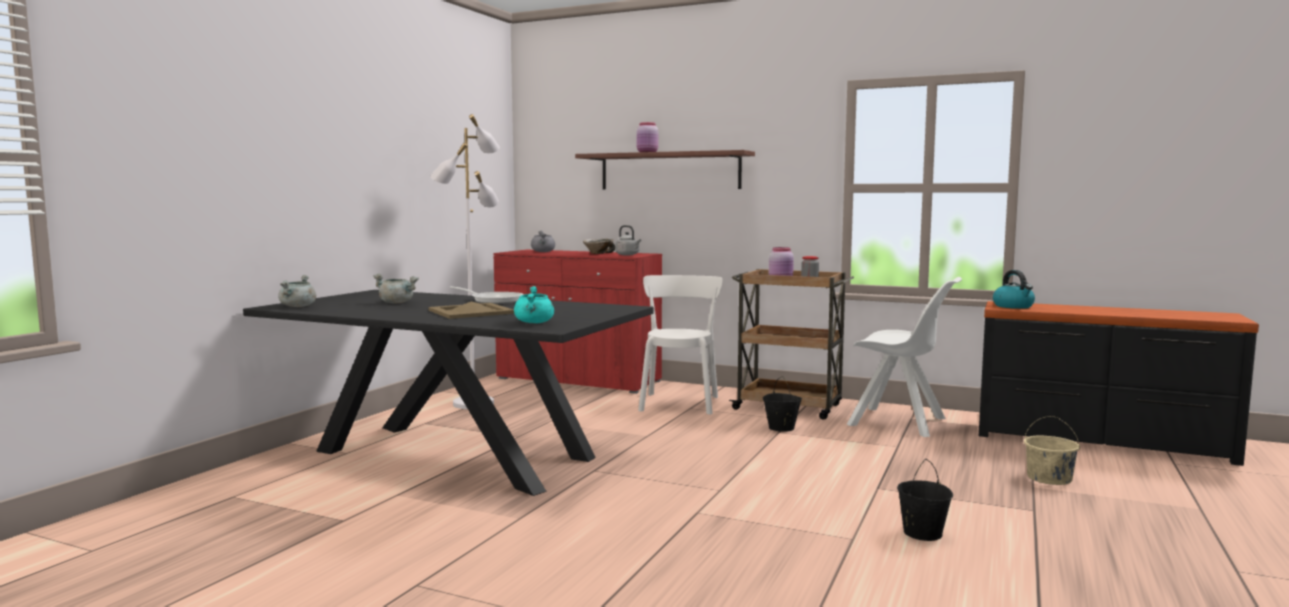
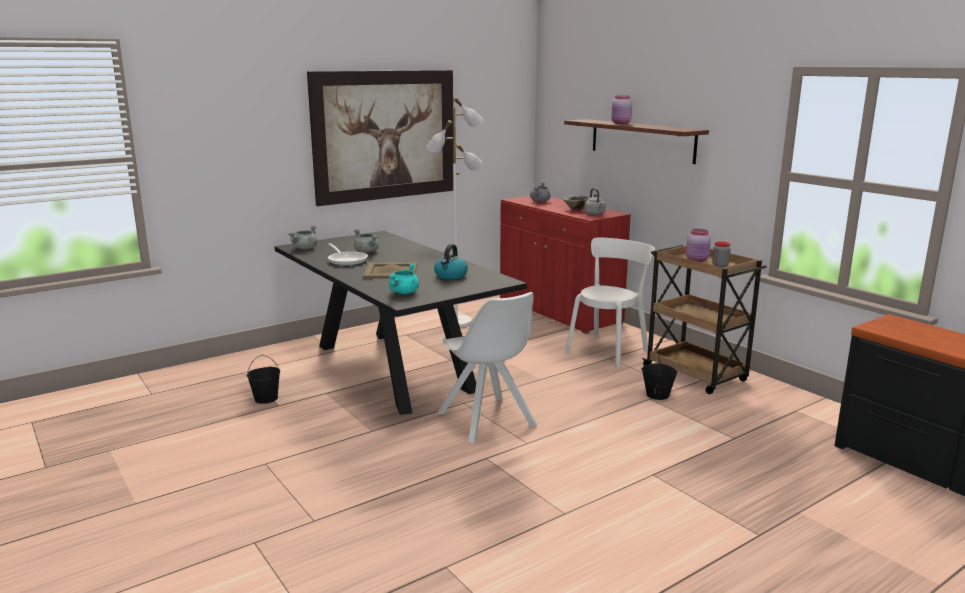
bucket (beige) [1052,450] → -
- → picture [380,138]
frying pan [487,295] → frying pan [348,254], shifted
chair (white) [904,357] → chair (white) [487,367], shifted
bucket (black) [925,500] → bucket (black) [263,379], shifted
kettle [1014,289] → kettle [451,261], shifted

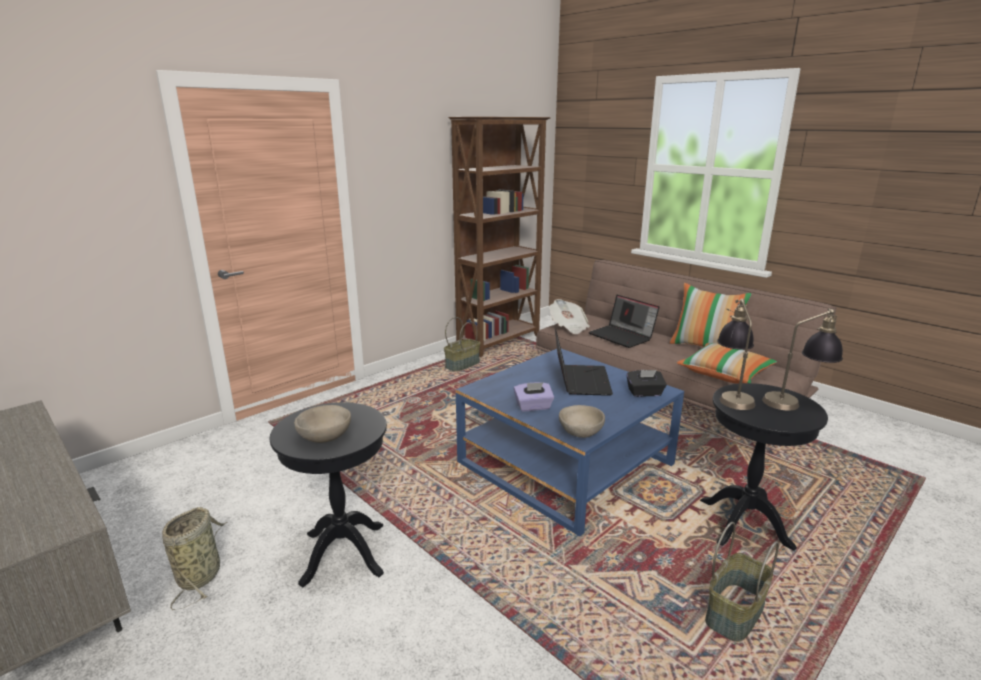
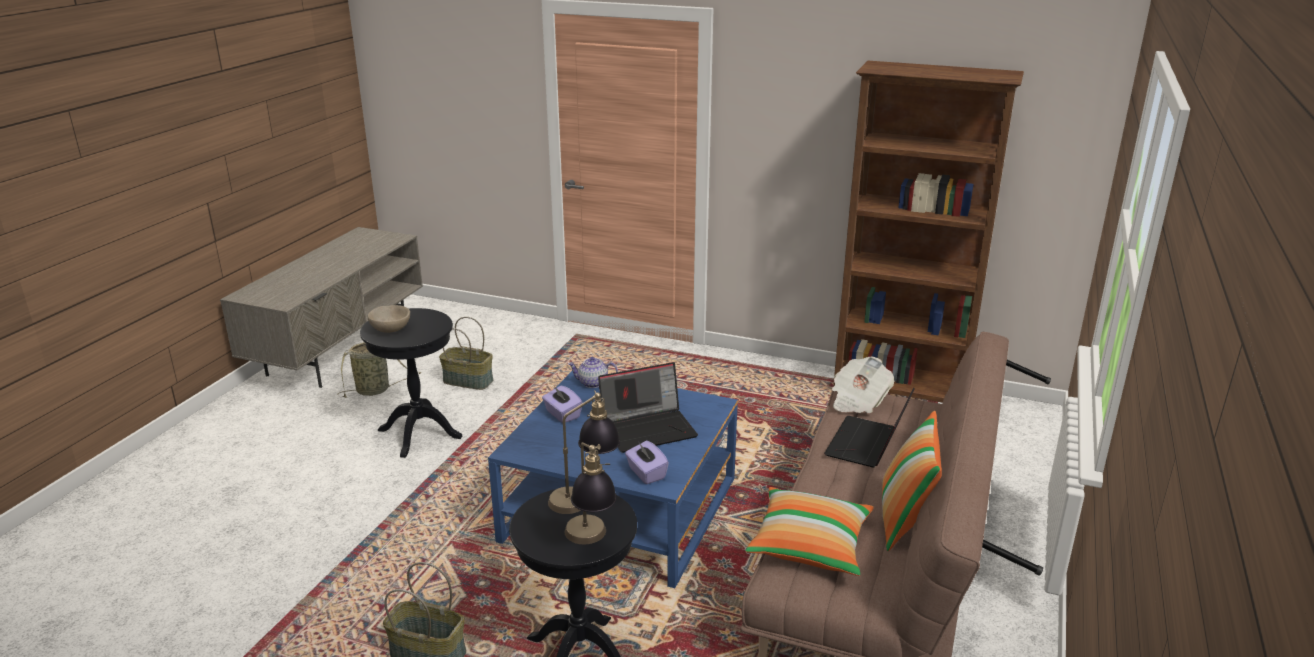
bowl (beige) [582,421] → -
- → teapot [593,372]
basket [462,344] → basket [466,353], shifted
tissue box (black) [647,383] → tissue box (purple) [647,462]

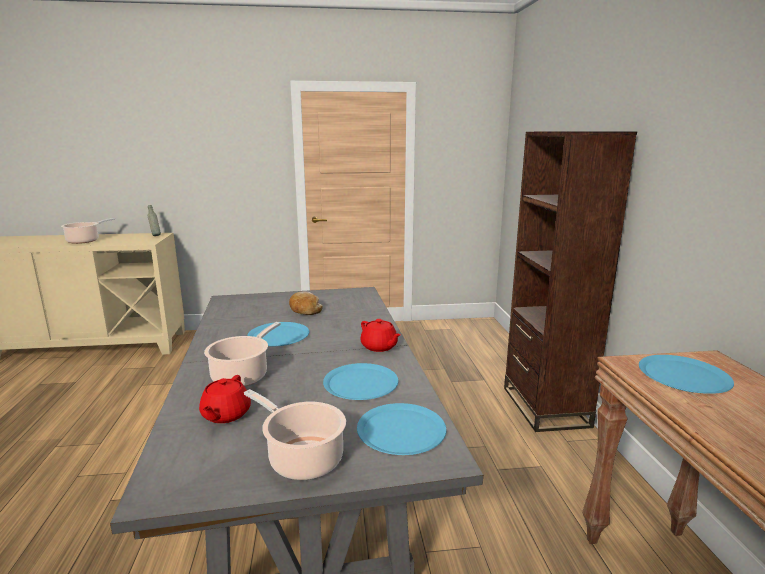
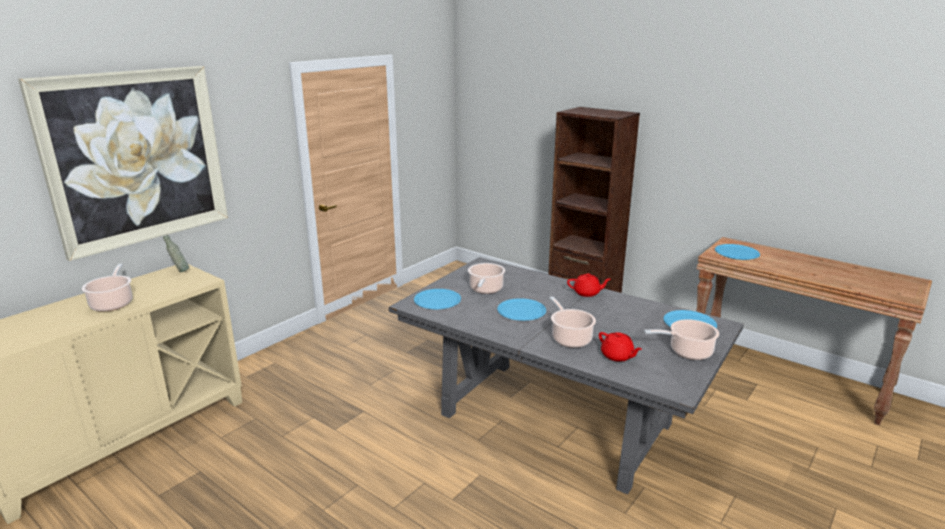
- → picture [123,163]
plate (blue) [361,381] → plate (blue) [437,299], shifted
bread [306,303] → cooking pot [486,278]

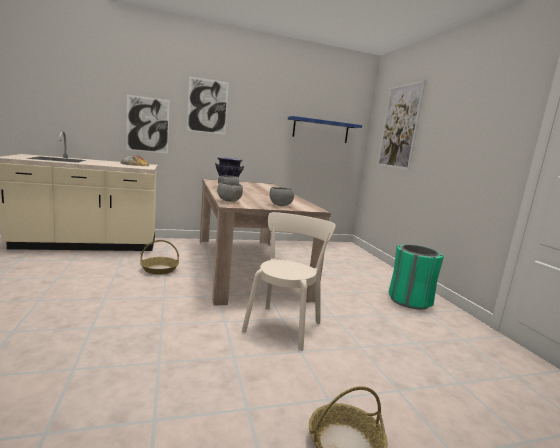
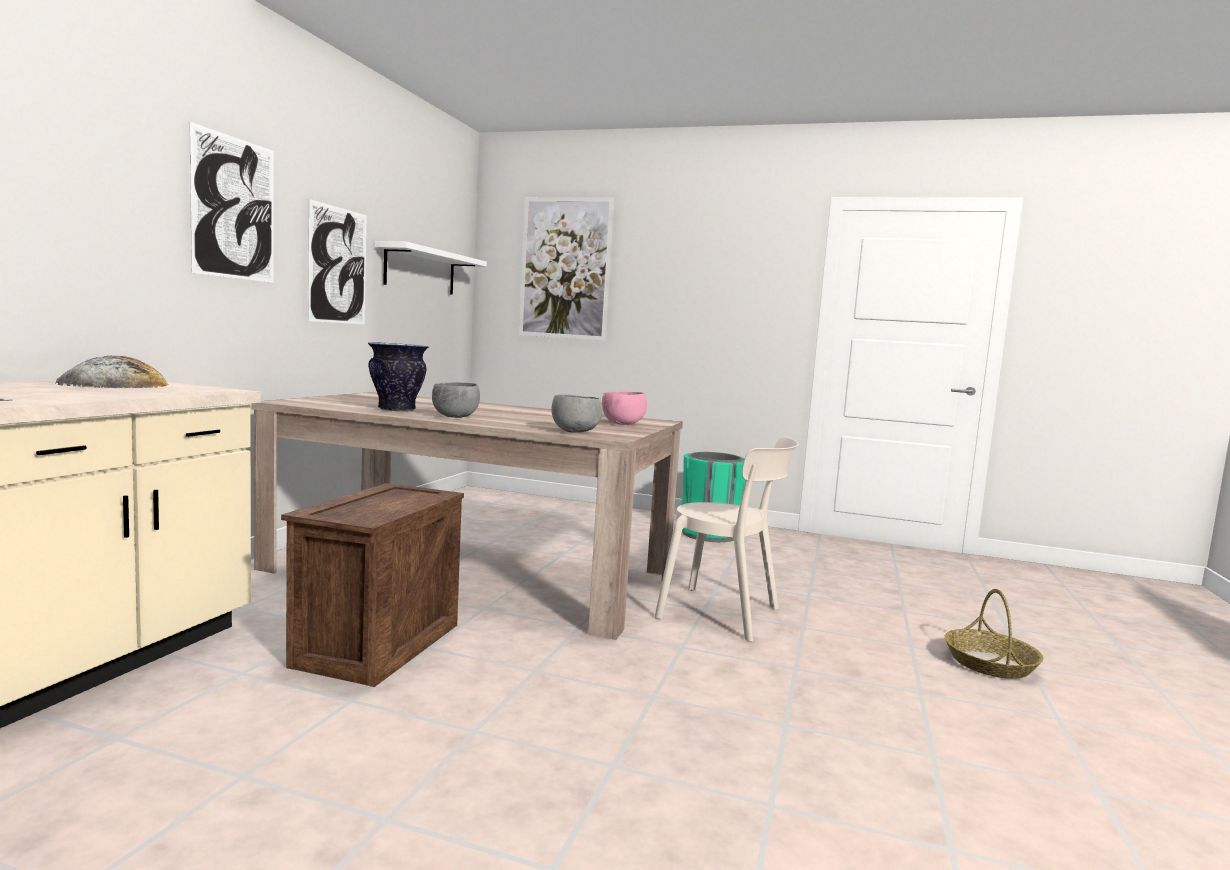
picture [148,124] → picture [337,261], shifted
basket [160,257] → crate [372,585]
bowl (grey) [282,196] → bowl (pink) [624,408]
shelf (blue) [325,129] → shelf (white) [431,268]
chair (beige) [289,281] → chair (beige) [726,539], 150 degrees clockwise

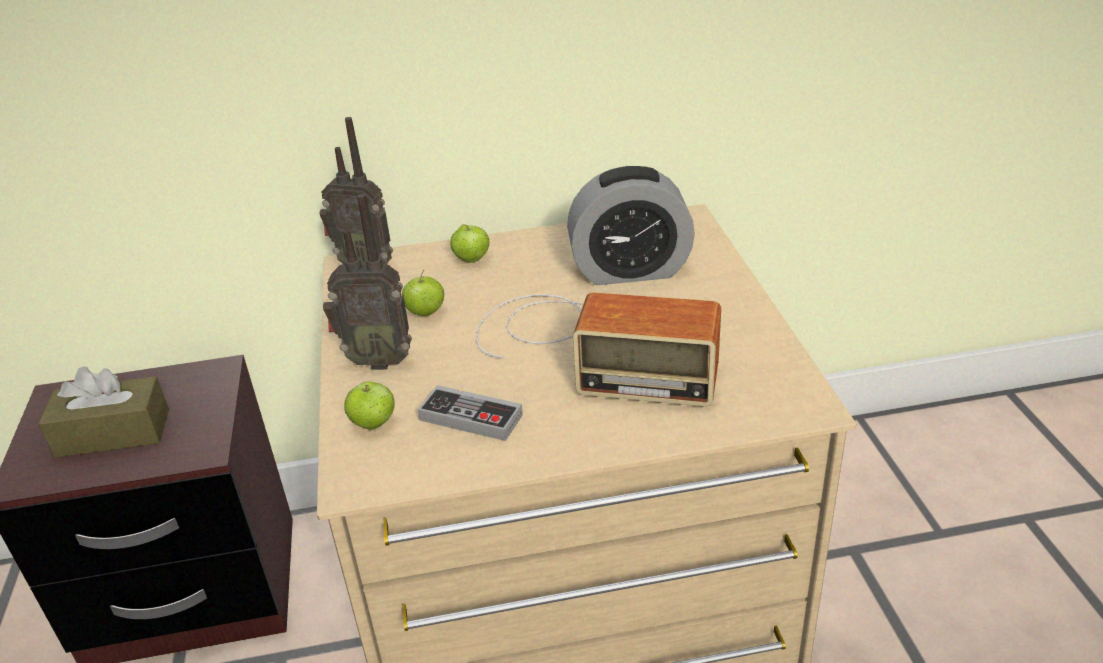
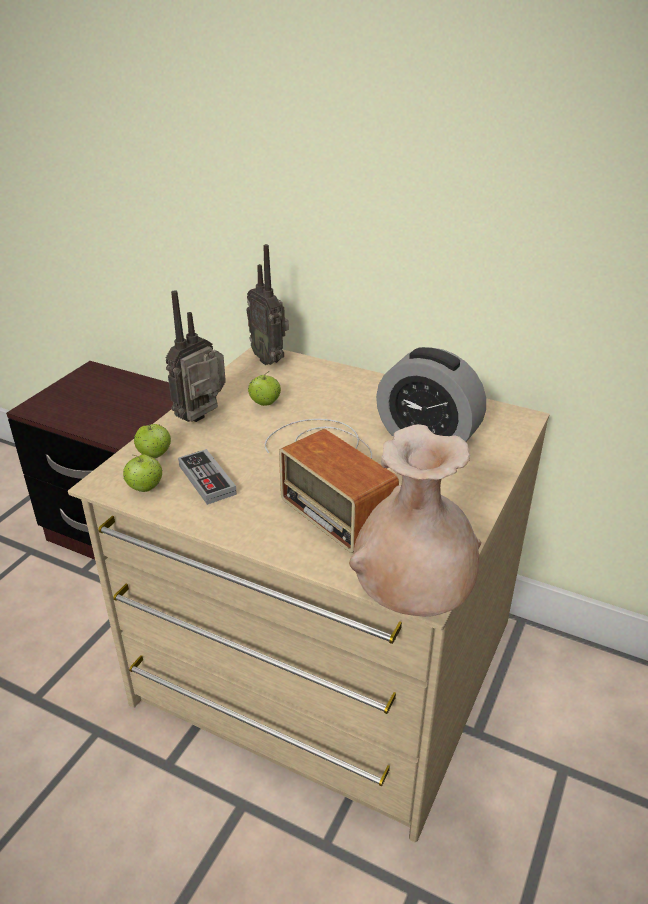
tissue box (brown) [103,412] → -
- → vase (beige) [415,520]
apple [469,244] → apple [143,473], shifted
radio [367,282] → radio [196,356], 90 degrees clockwise

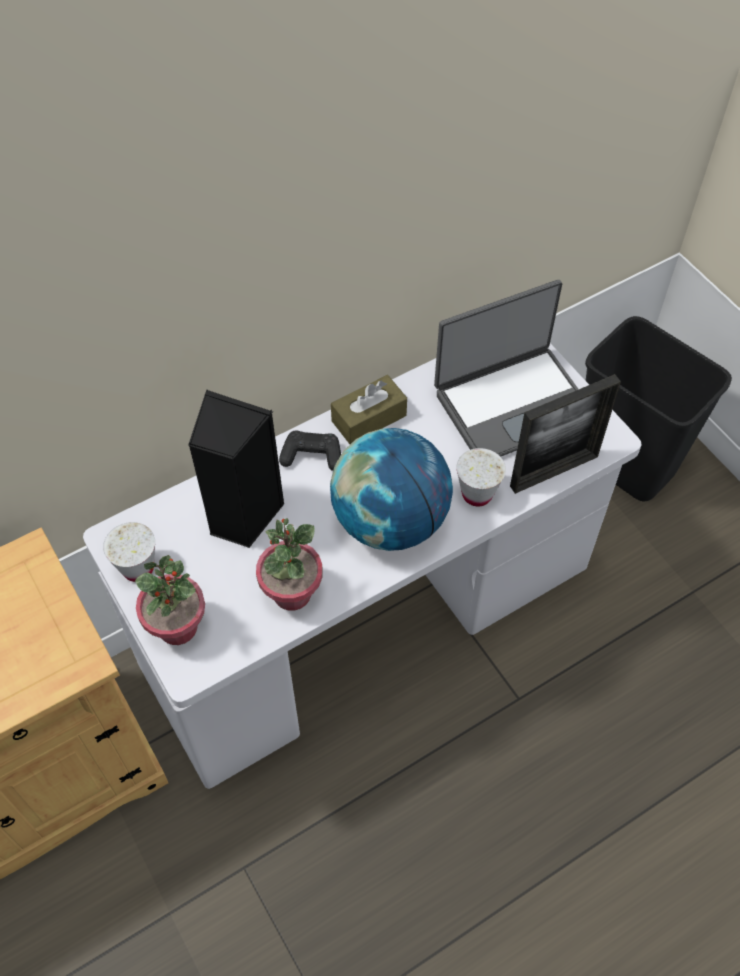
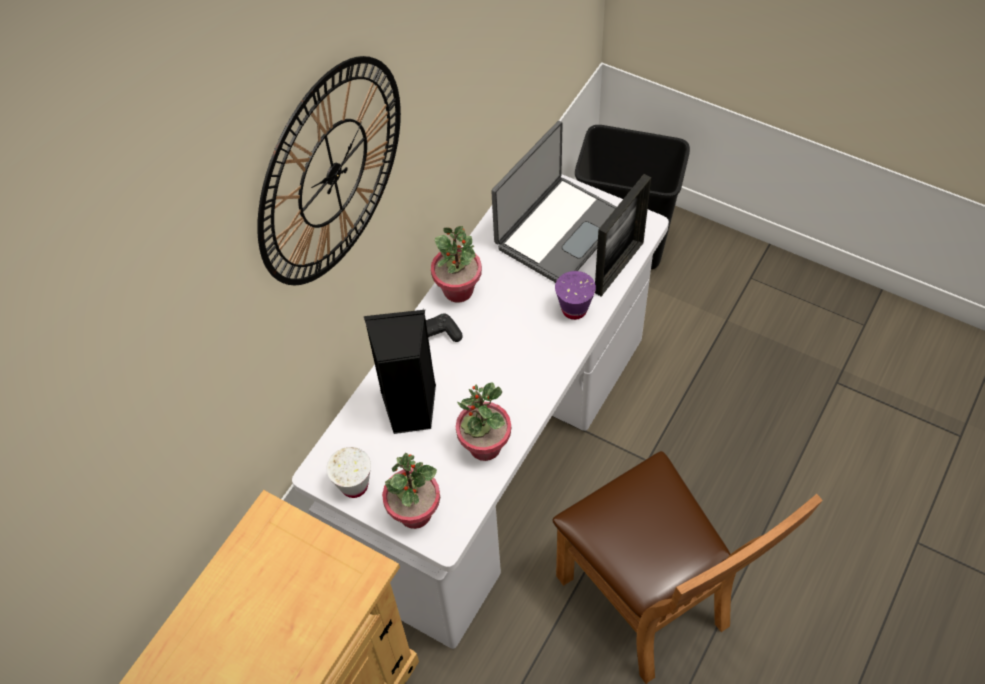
globe [391,489] → -
- → wall clock [329,170]
- → chair (brown) [688,567]
tissue box (brown) [369,409] → potted plant [456,264]
cup (white) [481,477] → cup (purple) [575,295]

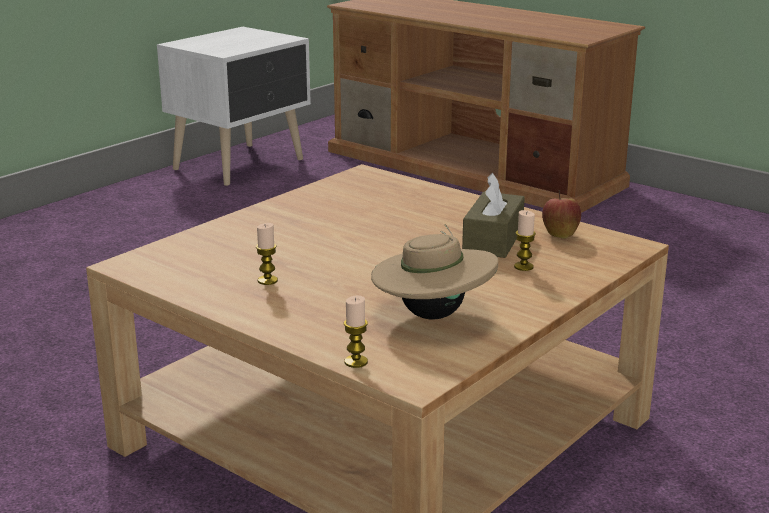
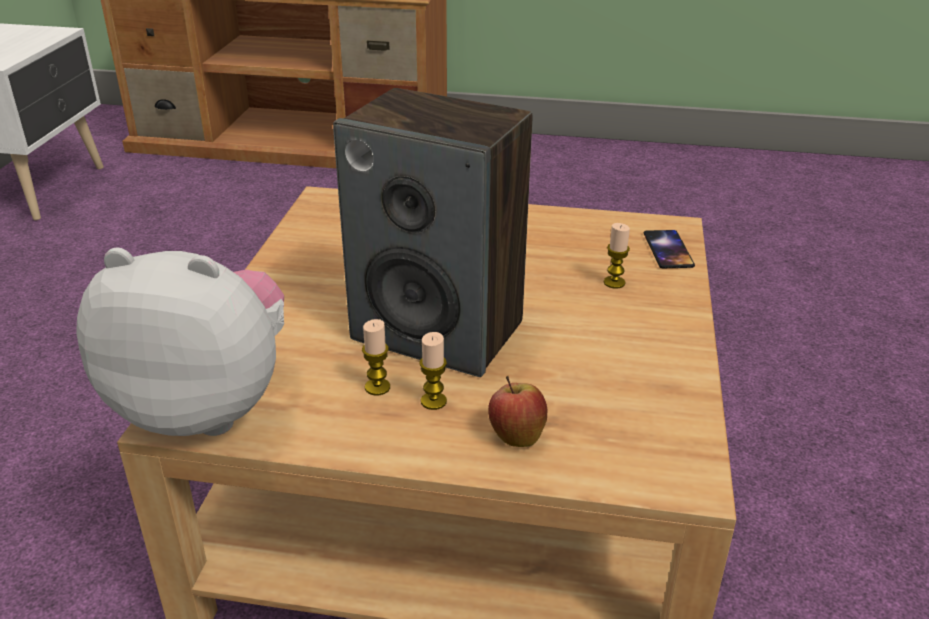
hat (beige) [434,272] → -
tissue box (brown) [493,215] → -
- → plush toy [180,341]
- → speaker [432,232]
- → phone [669,249]
candle [356,331] → candle [433,371], shifted
apple [561,214] → apple [518,411], shifted

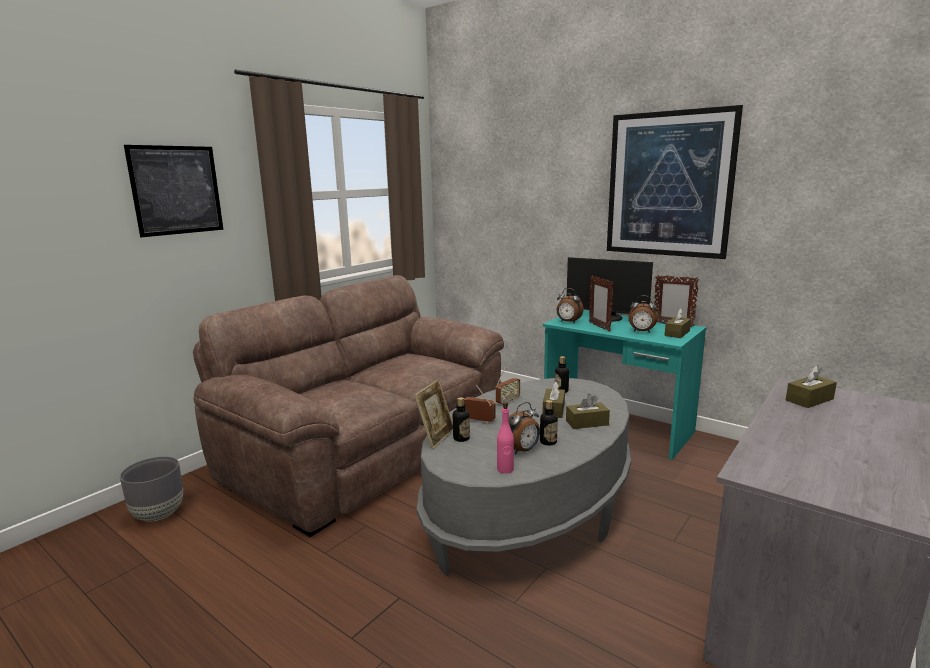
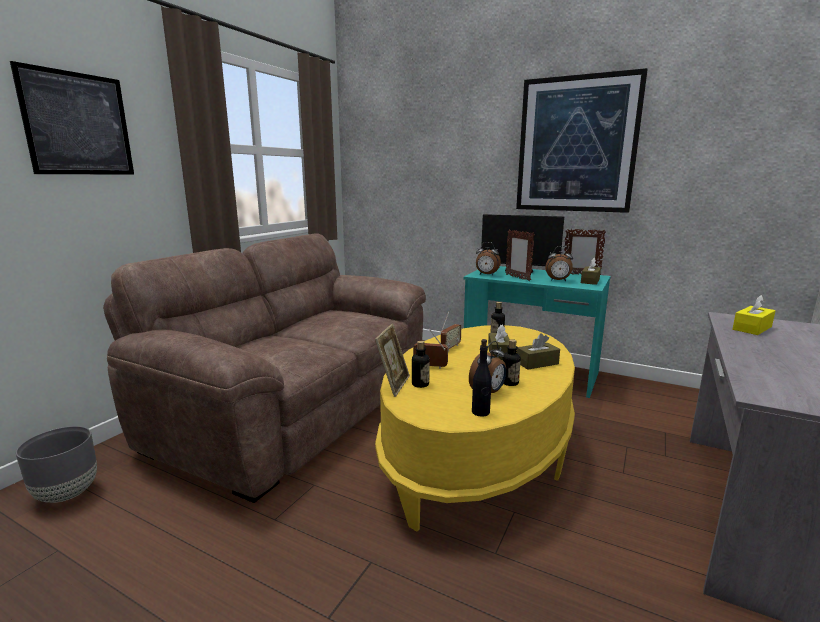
coffee table (grey) [524,477] → coffee table (yellow) [475,428]
bottle (pink) [505,438] → bottle (black) [482,378]
tissue box (brown) [811,386] → tissue box (yellow) [753,315]

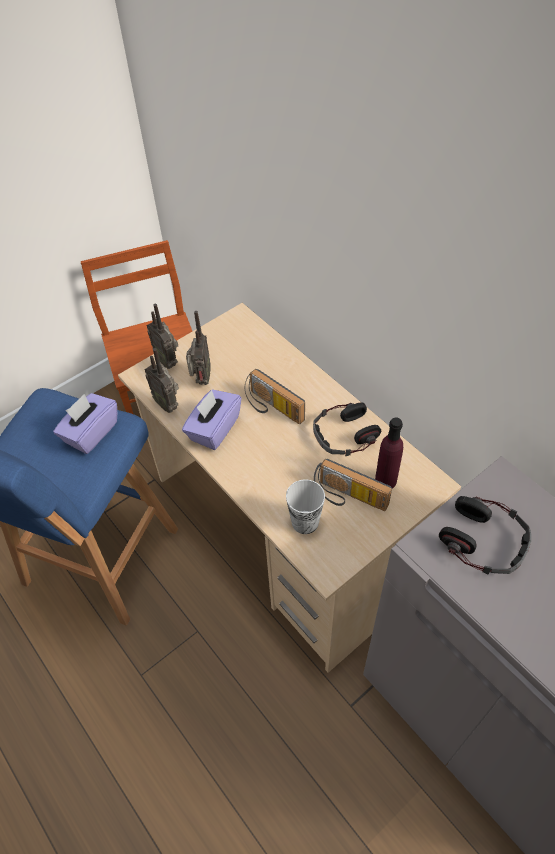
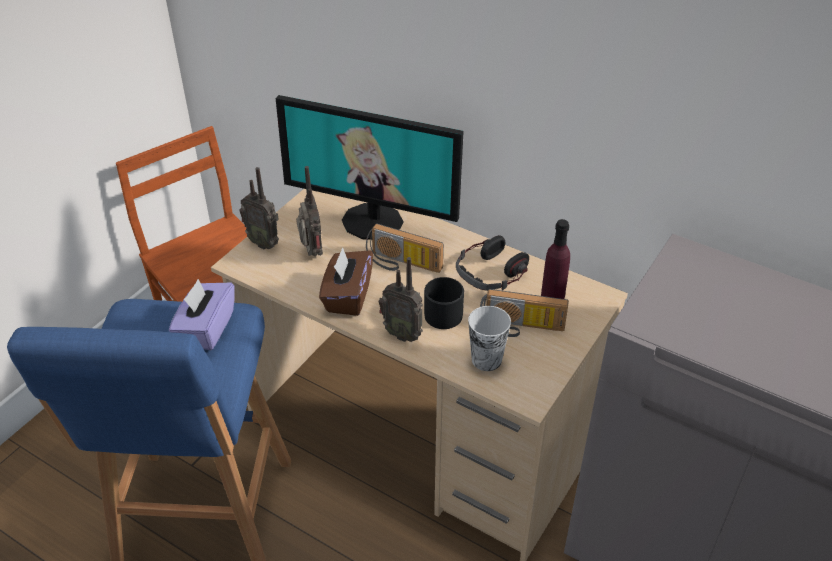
headphones [485,535] → -
- → monitor [370,167]
- → mug (black) [444,303]
radio [162,380] → radio [401,299], shifted
tissue box (purple) [211,419] → tissue box (brown) [346,281]

